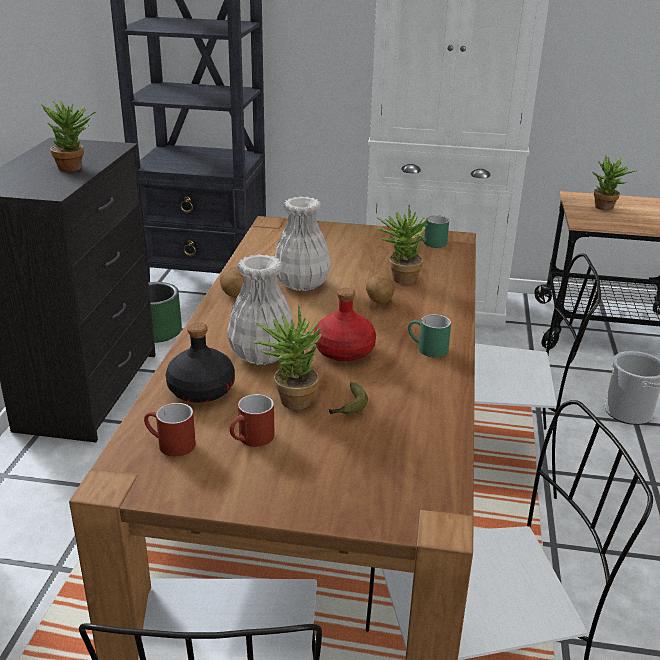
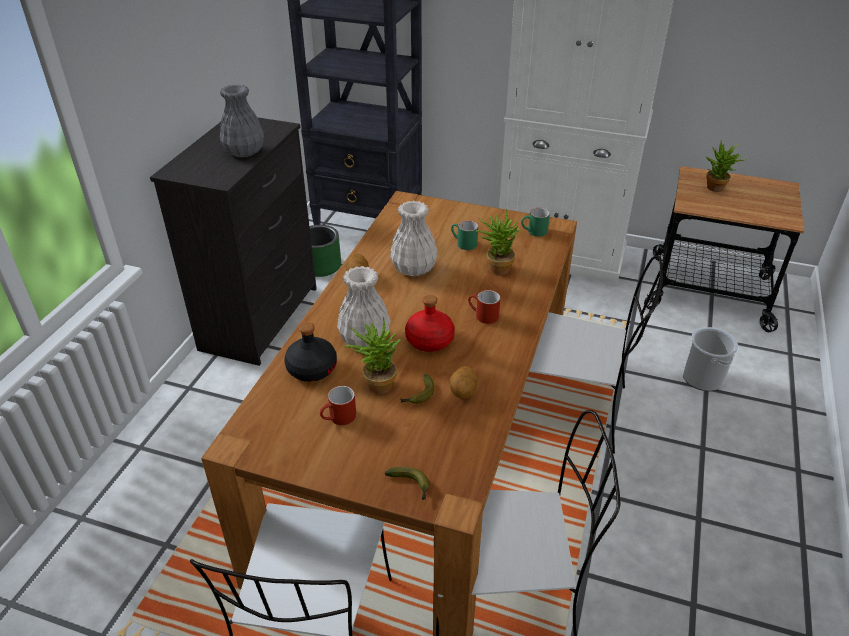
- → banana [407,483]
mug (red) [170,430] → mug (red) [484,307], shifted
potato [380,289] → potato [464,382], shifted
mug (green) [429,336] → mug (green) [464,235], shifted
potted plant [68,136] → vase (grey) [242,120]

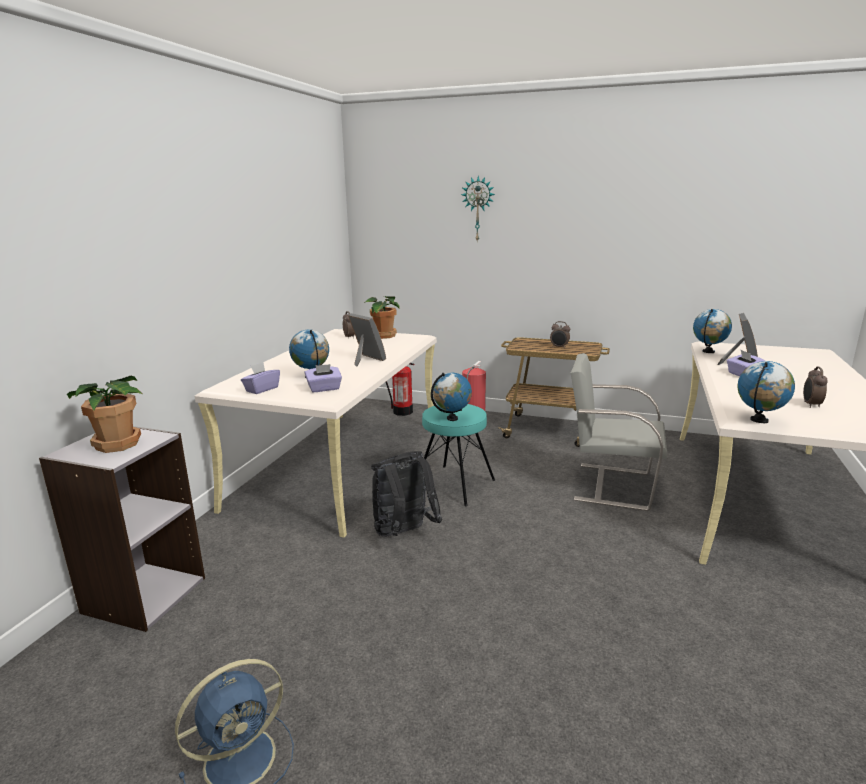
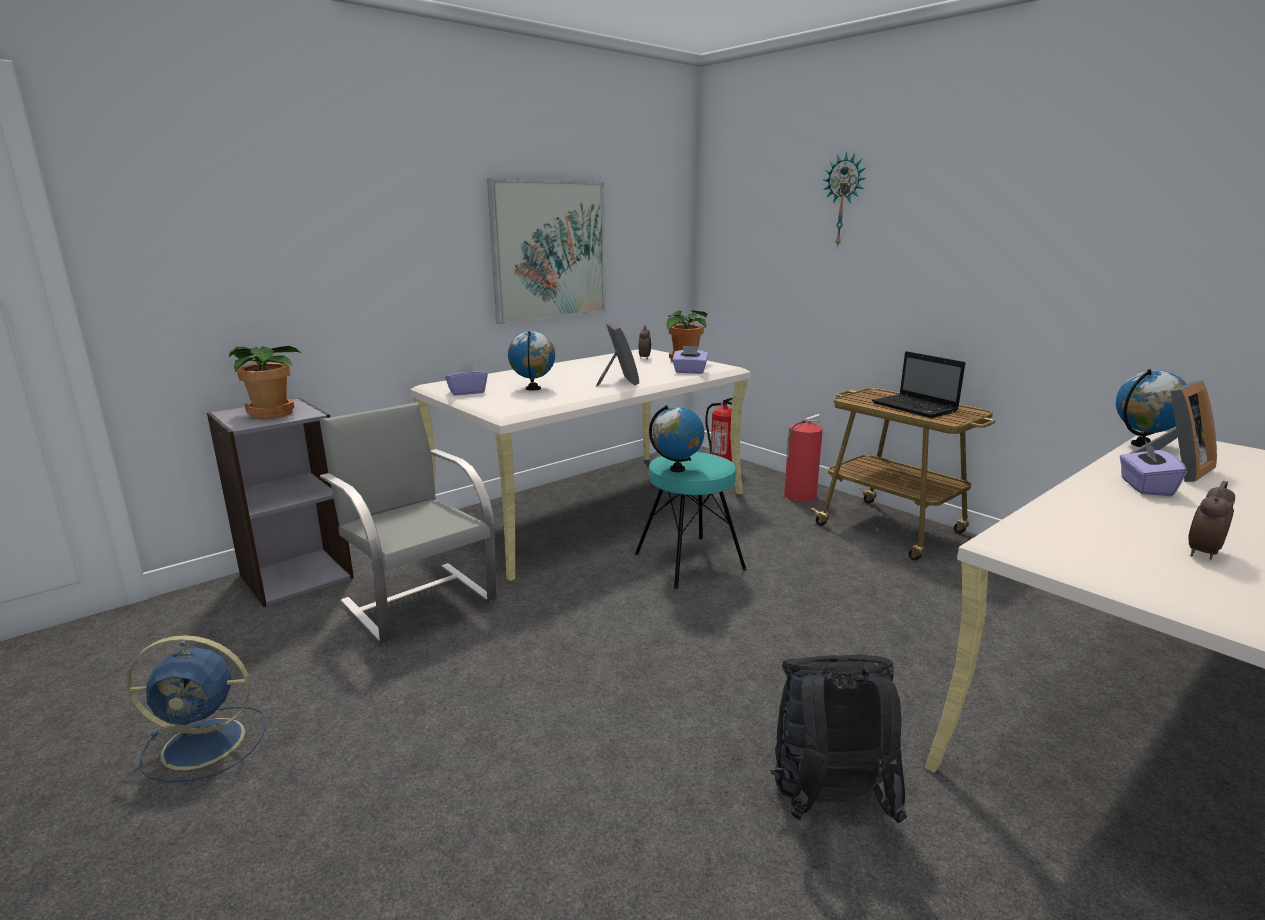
globe [766,392] → -
- → picture [546,251]
tissue box (purple) [323,378] → tissue box (purple) [690,360], shifted
backpack (black) [406,494] → backpack (black) [838,738], shifted
chair (grey) [619,432] → chair (grey) [408,523], shifted
alarm clock [560,335] → laptop [918,384]

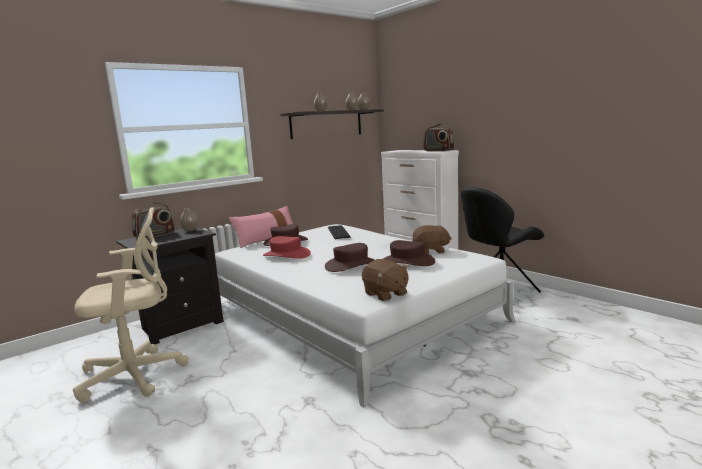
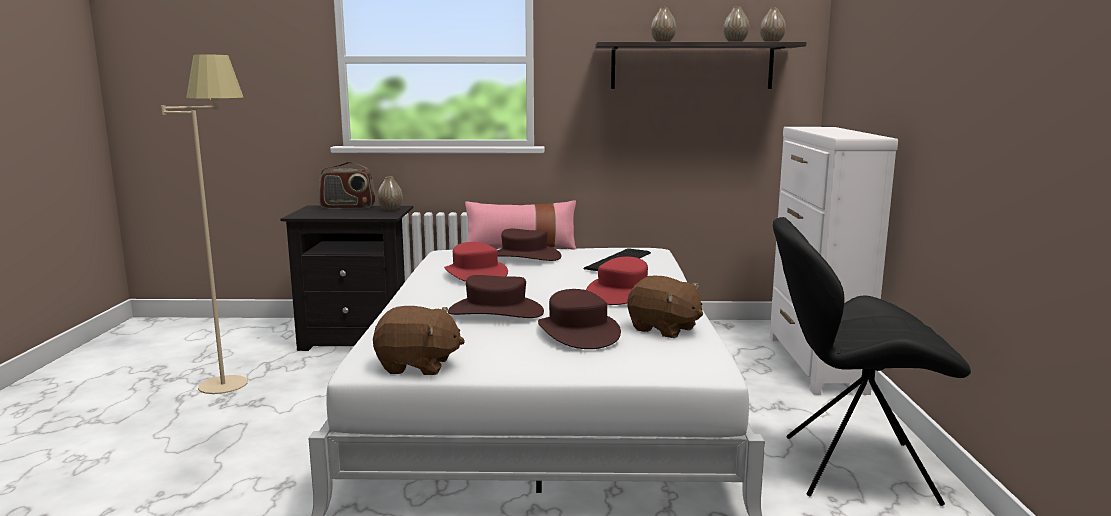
radio [439,137] → -
- → hat (red) [617,281]
office chair (beige) [131,305] → floor lamp (beige) [204,224]
plush toy (brown) [385,280] → plush toy (brown) [419,340], 90 degrees counterclockwise

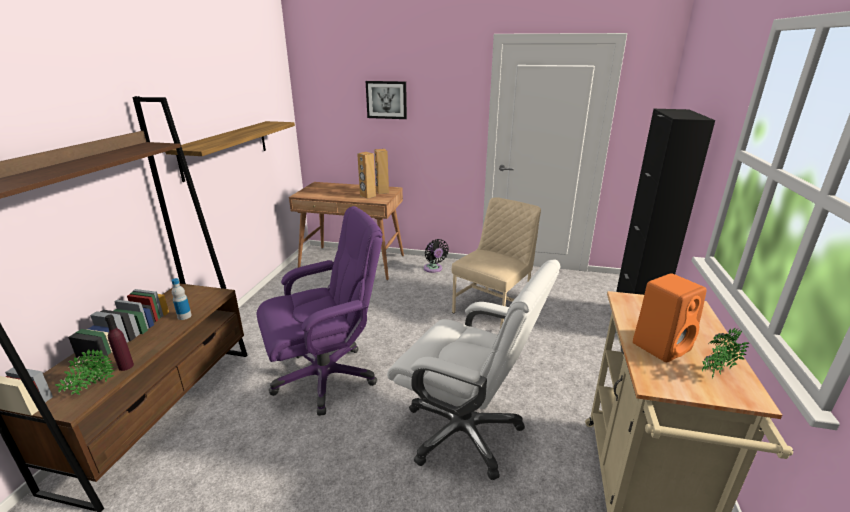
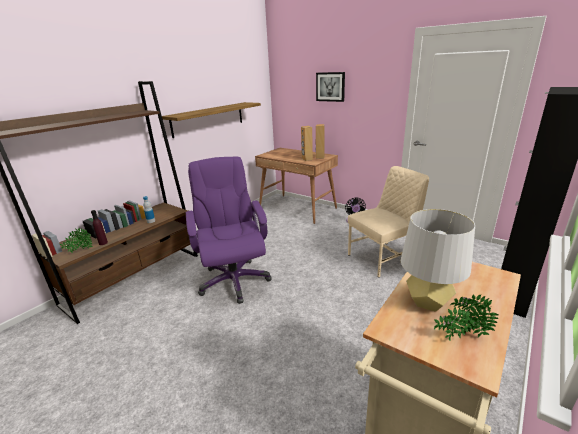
office chair (white) [474,370] → -
speaker (orange) [670,318] → table lamp (grey) [438,260]
office chair (purple) [319,311] → office chair (purple) [229,230], 105 degrees counterclockwise

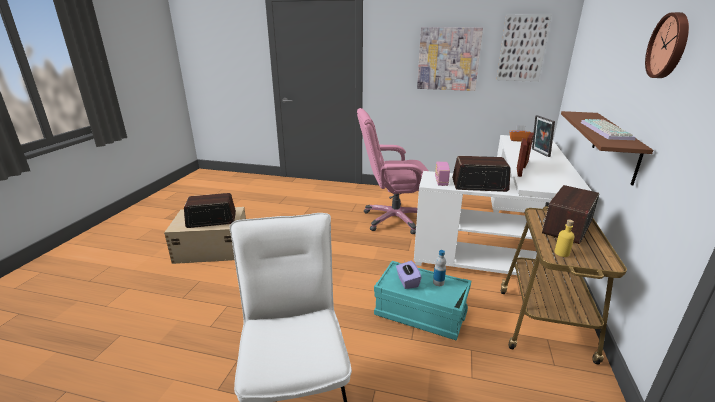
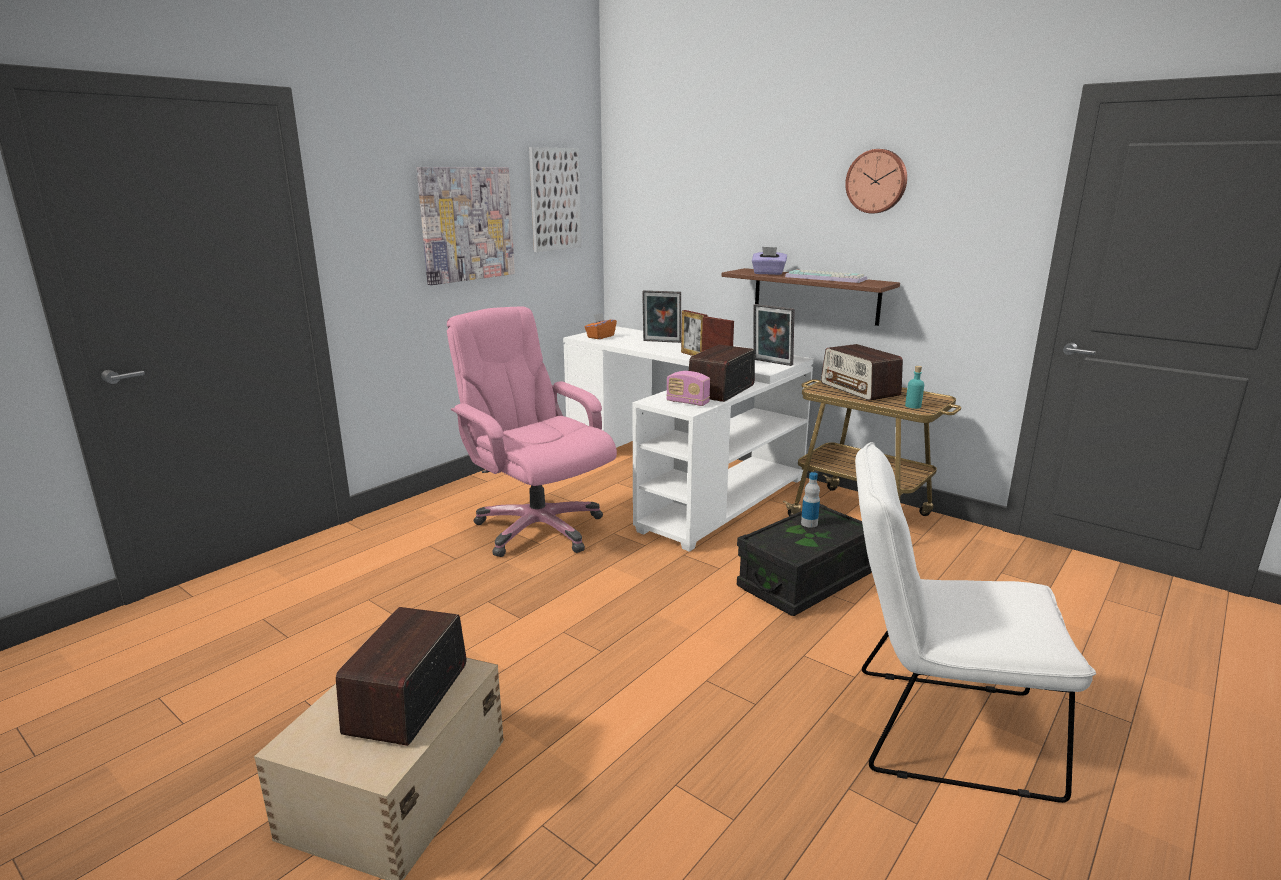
- → picture frame [774,335]
tissue box (purple) [409,274] → tissue box (purple) [769,261], shifted
storage box (turquoise) [422,300] → storage box (black) [804,560]
bottle (yellow) [565,238] → bottle (turquoise) [914,387]
office chair (pink) [393,171] → office chair (pink) [532,431], 120 degrees clockwise

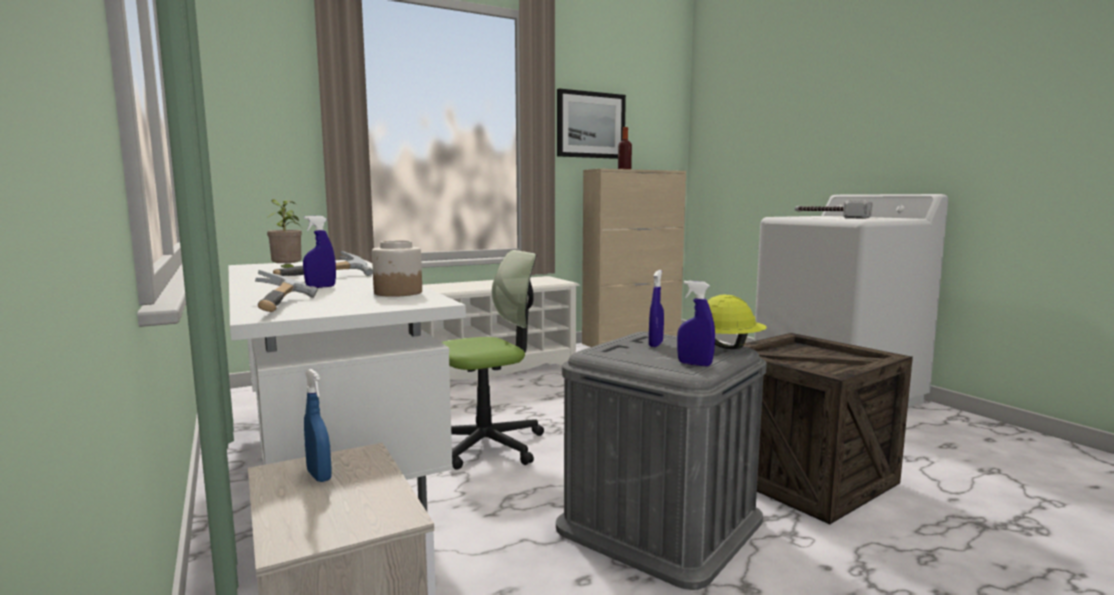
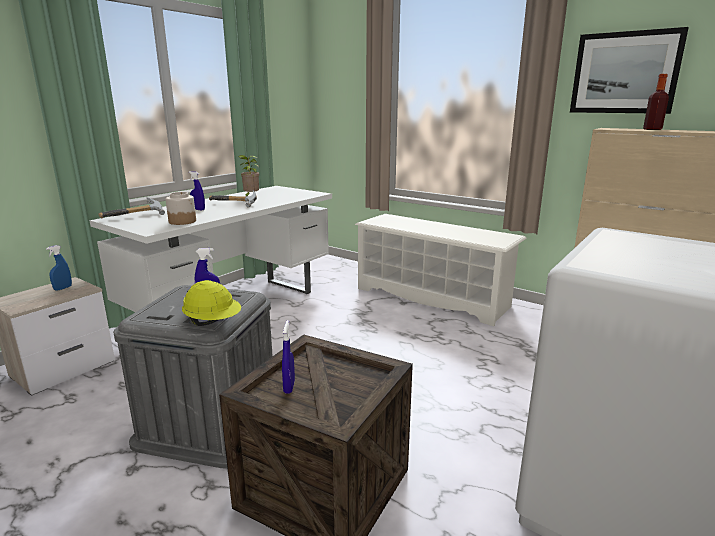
office chair [492,360] → -
hammer [834,209] → -
spray bottle (blue) [696,323] → spray bottle (blue) [288,357], shifted

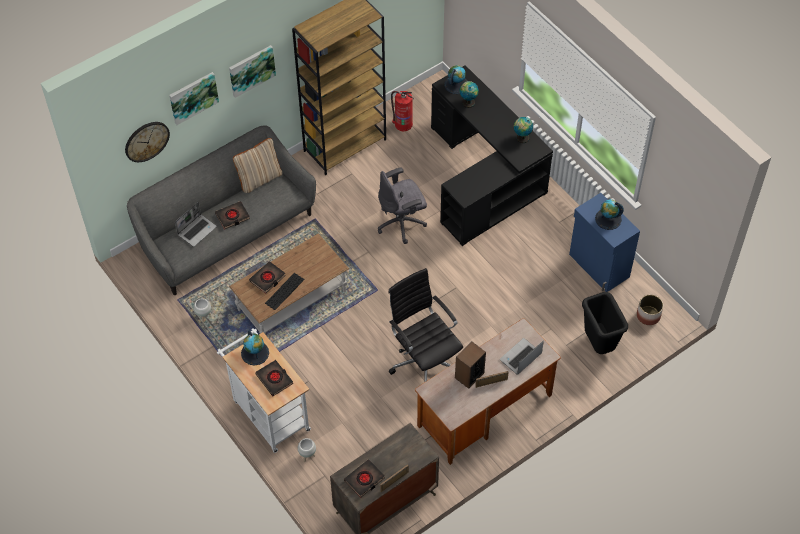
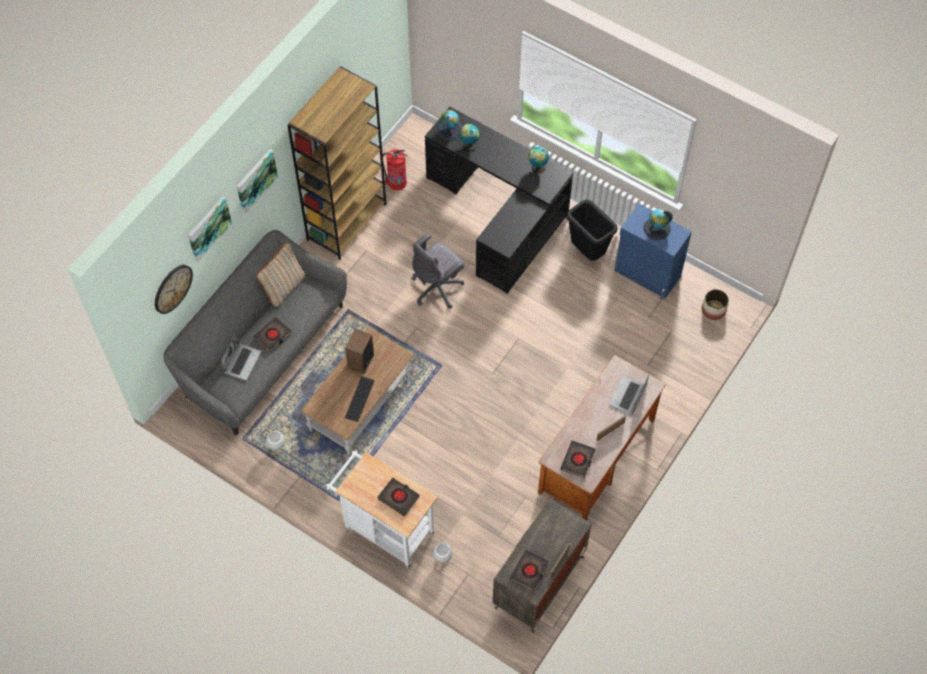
globe [255,347] → -
office chair (black) [425,325] → -
book (black) [267,277] → book (black) [577,459], shifted
speaker [470,365] → speaker [359,351], shifted
trash can (black) [605,323] → trash can (black) [592,230], shifted

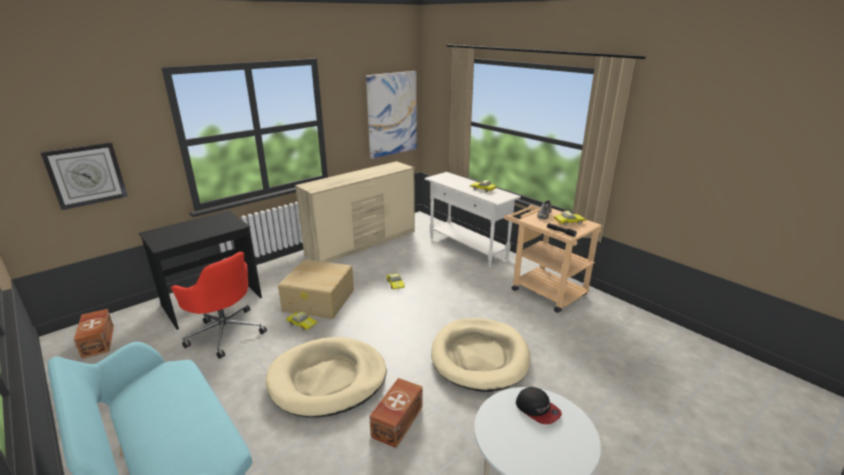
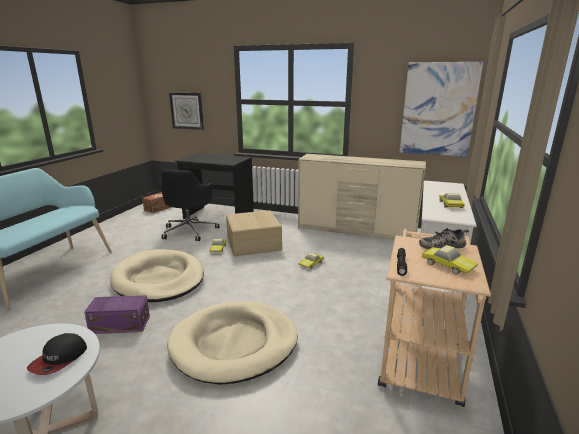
office chair (red) [219,305] → office chair (black) [190,205]
storage box (brown) [396,413] → storage box (purple) [117,314]

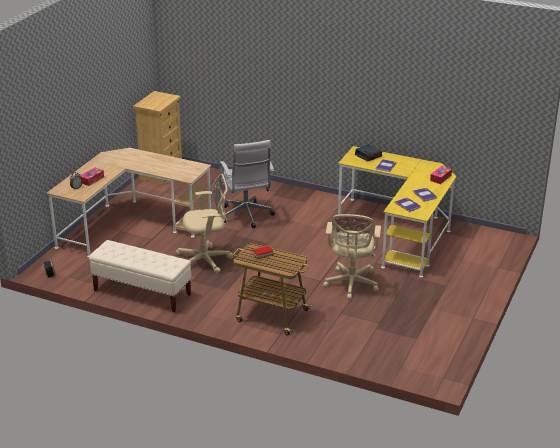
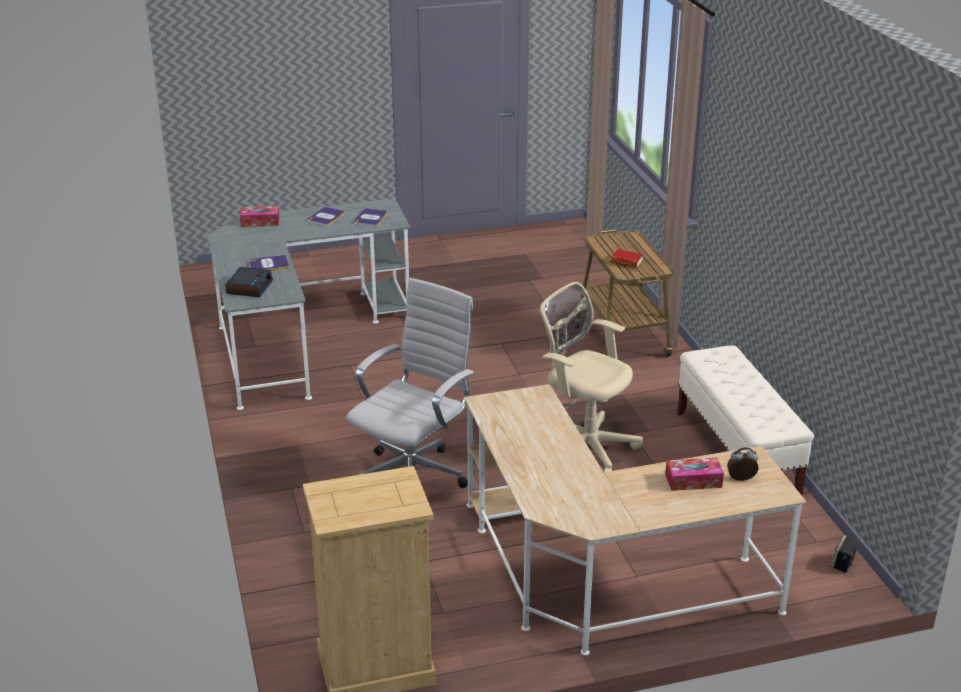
office chair (beige) [352,257] → -
desk (yellow) [397,212] → desk (grey) [309,304]

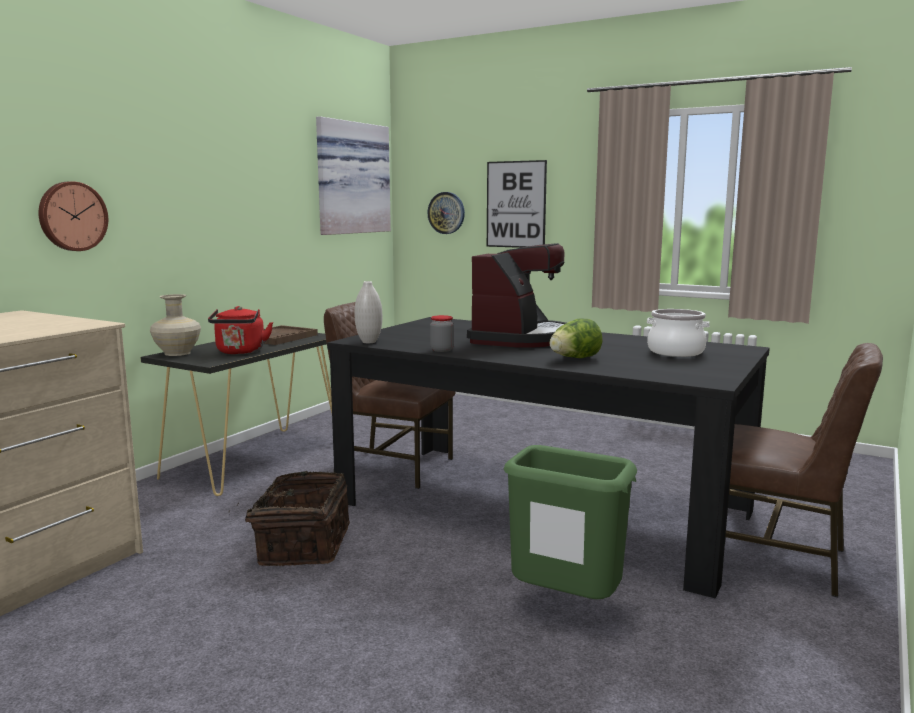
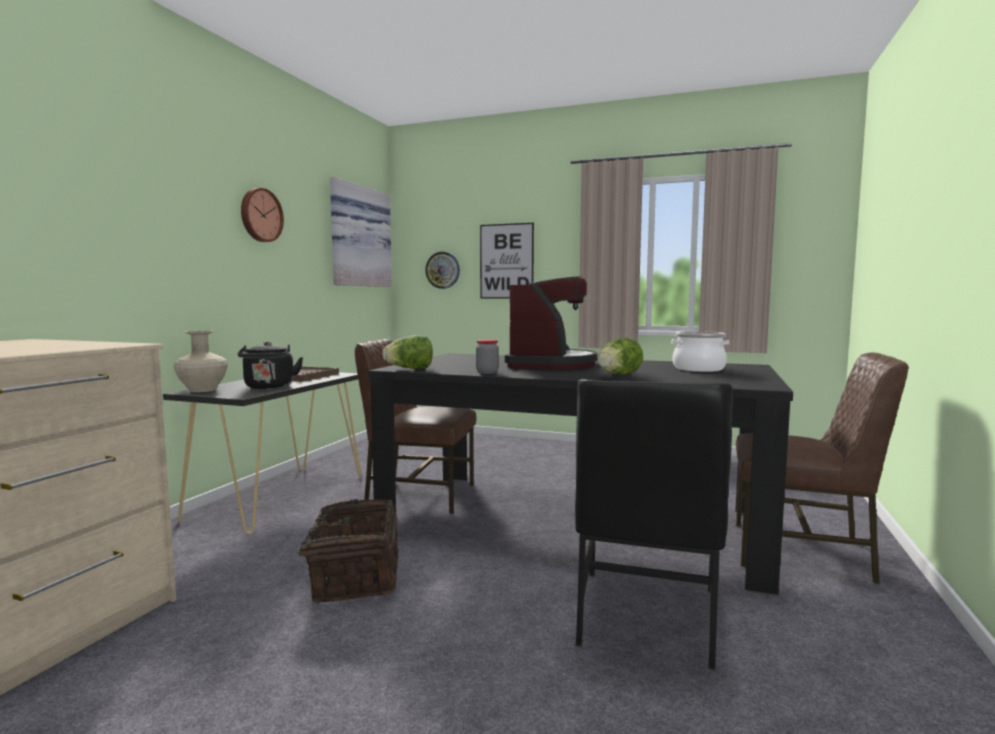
wall clock [73,216] → wall clock [262,215], shifted
vase (white) [368,312] → lettuce [408,352]
trash can (green) [570,522] → chair (black) [654,524]
kettle (red) [240,330] → kettle (black) [270,365]

